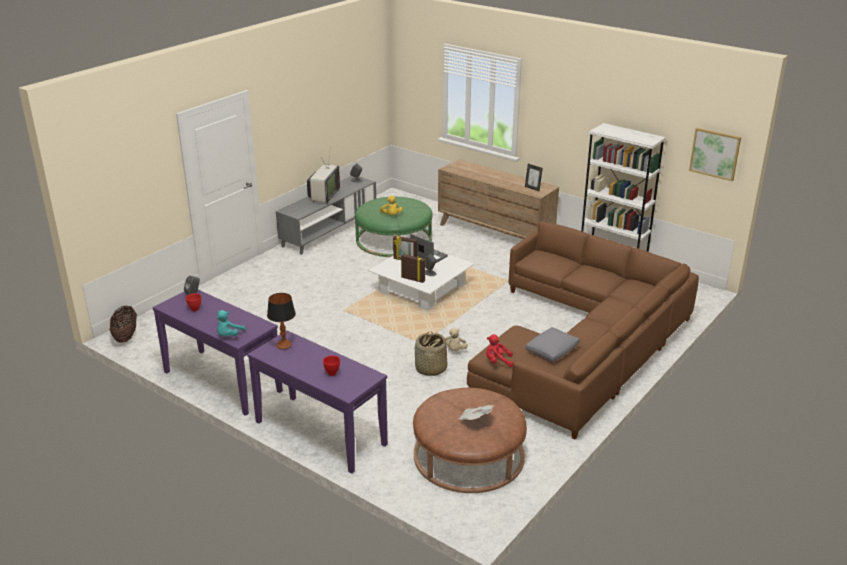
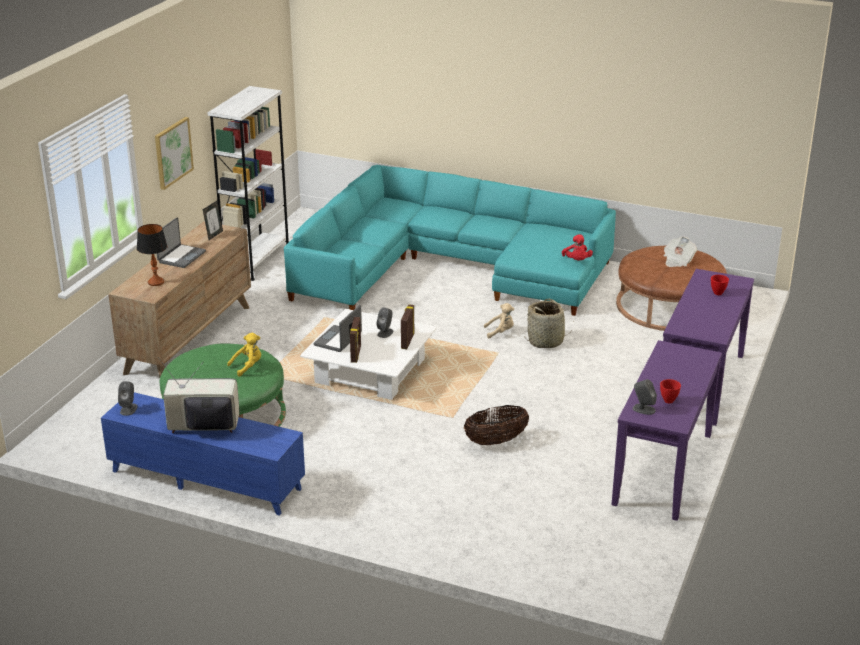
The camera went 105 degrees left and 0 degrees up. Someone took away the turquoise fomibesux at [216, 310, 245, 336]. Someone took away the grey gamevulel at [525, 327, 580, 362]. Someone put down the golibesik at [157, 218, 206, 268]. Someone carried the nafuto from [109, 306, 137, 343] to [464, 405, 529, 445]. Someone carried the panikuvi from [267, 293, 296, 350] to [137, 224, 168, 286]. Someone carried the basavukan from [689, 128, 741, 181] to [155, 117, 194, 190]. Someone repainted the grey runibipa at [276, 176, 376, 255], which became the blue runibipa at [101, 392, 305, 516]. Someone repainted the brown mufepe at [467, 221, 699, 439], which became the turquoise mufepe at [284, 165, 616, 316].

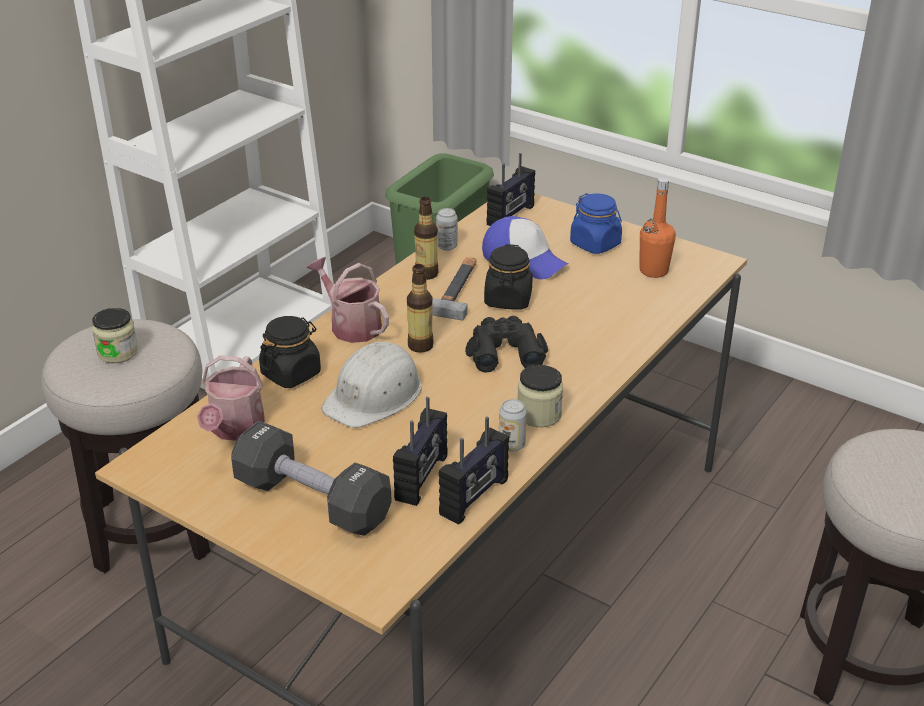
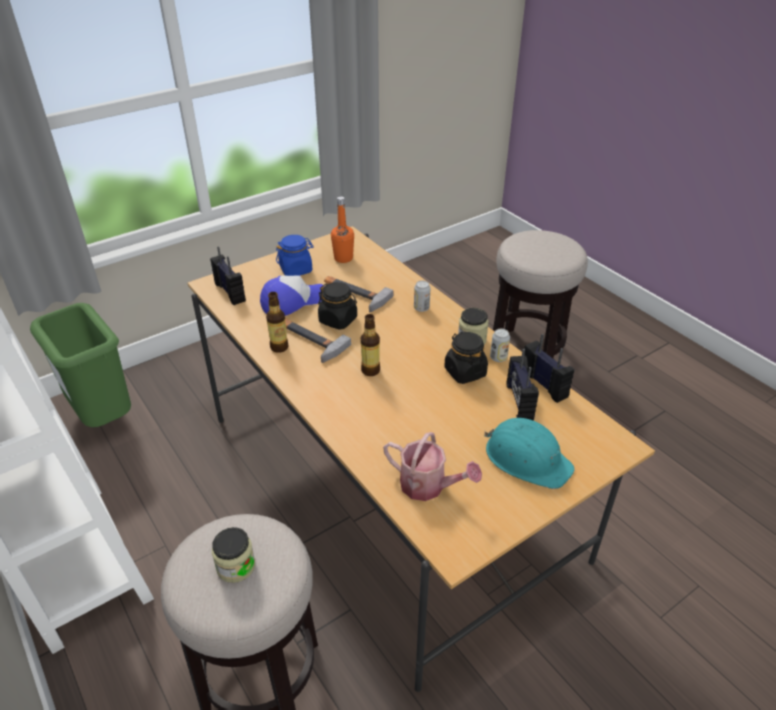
The camera went 70 degrees left and 5 degrees up. Someone took away the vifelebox at [307, 257, 389, 343]. Someone took away the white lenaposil at [322, 342, 422, 428]. Someone took away the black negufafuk at [465, 316, 548, 373]. Someone put down the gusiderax at [324, 276, 393, 312]. Someone carried the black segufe from [259, 316, 321, 388] to [444, 332, 488, 384]. Someone carried the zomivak from [436, 208, 458, 251] to [414, 280, 430, 312]. Someone swapped the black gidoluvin at [231, 421, 392, 536] for the turquoise lenaposil at [484, 418, 575, 489]. Someone rotated the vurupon at [393, 397, 448, 506] by 135 degrees counterclockwise.

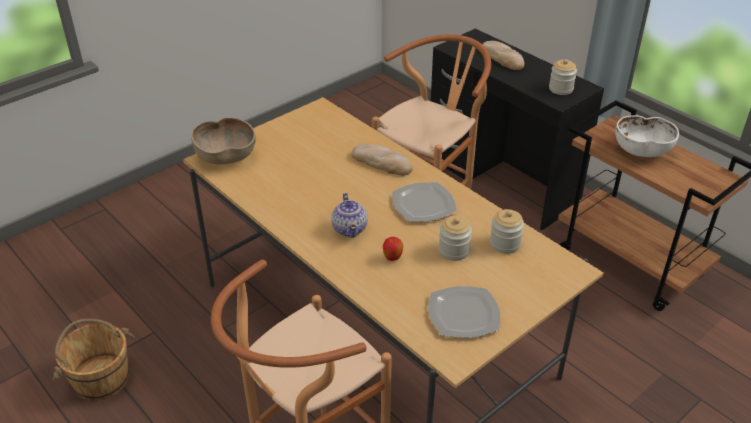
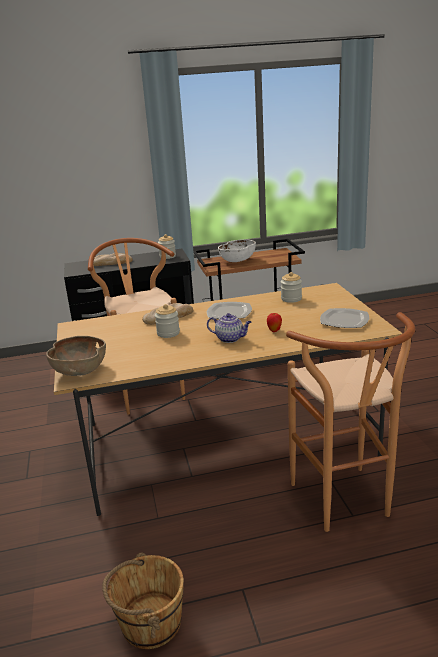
The camera went 60 degrees left and 15 degrees down. Someone carried the segufe from [439, 216, 472, 261] to [155, 304, 180, 338].

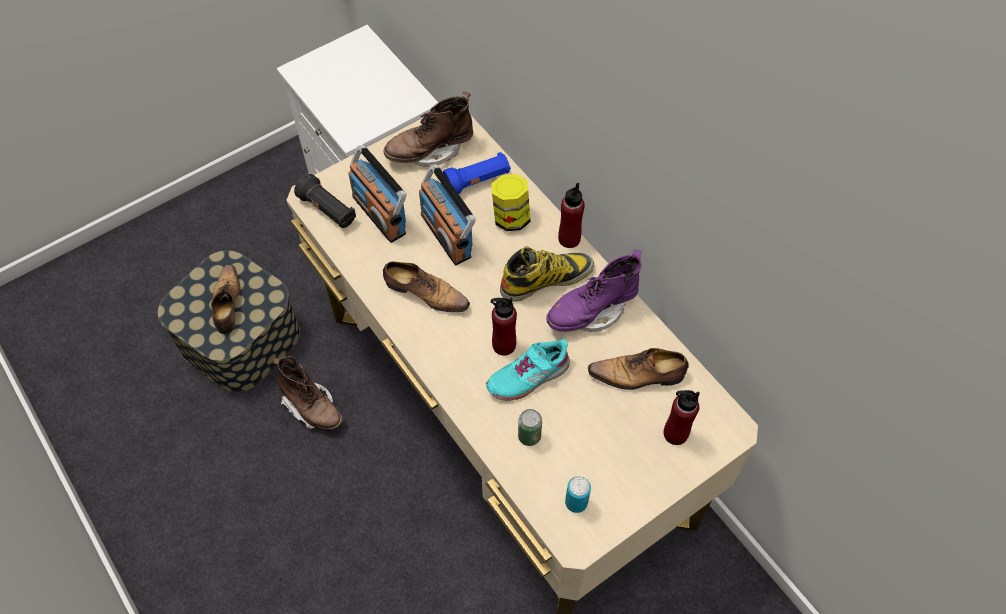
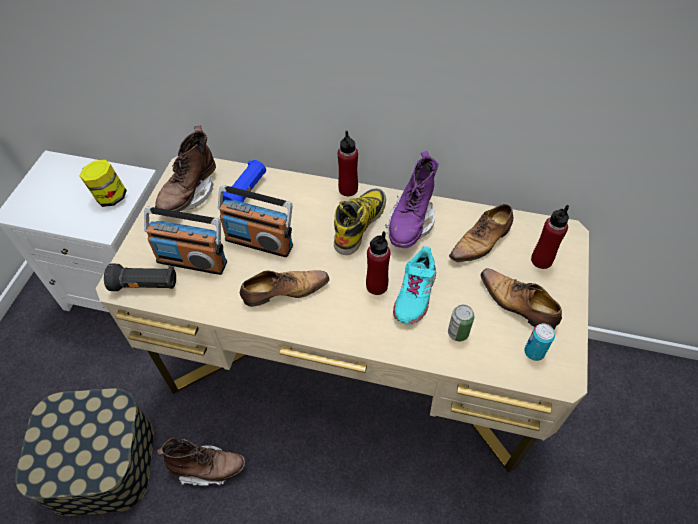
The camera went 40 degrees left and 5 degrees down. Someone carried the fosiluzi from [211, 264, 240, 334] to [481, 268, 562, 329]. Someone carried the segufe from [491, 174, 531, 231] to [80, 160, 127, 207].

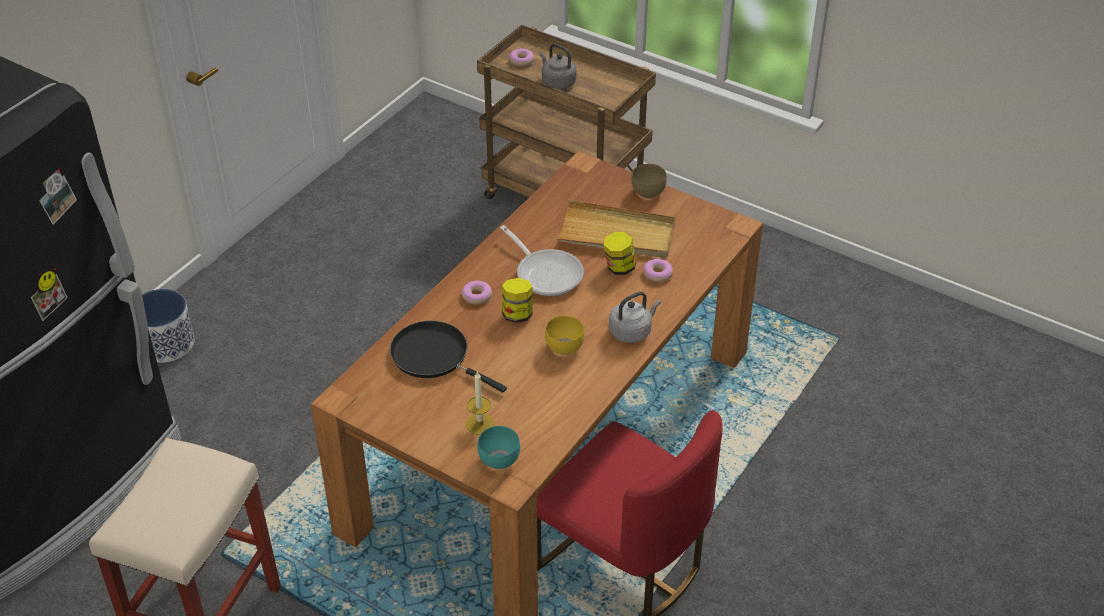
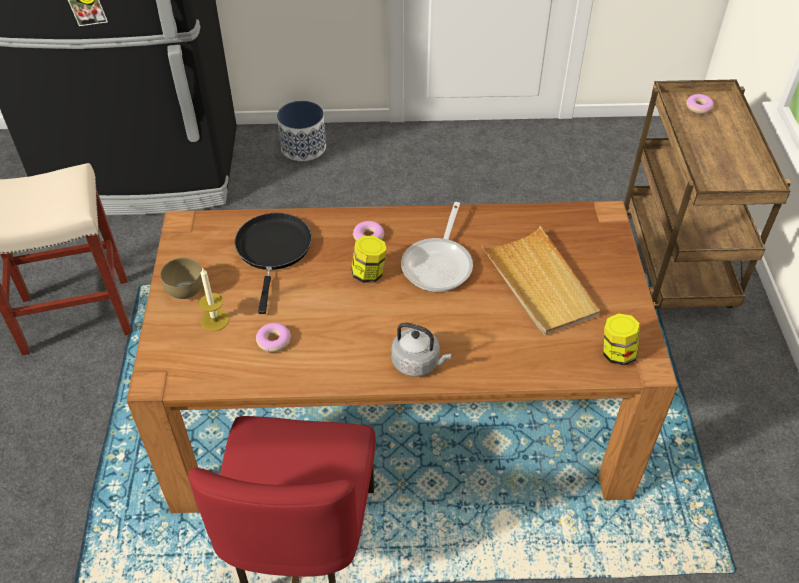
The camera went 55 degrees right and 5 degrees up. Someone took away the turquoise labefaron at [477, 426, 520, 469]. Someone took away the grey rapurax at [539, 44, 577, 89]. Someone took away the yellow labefaron at [545, 315, 585, 355]. Someone carried the segufe from [604, 232, 636, 275] to [604, 313, 640, 365]. Someone carried the brown labefaron from [631, 164, 667, 198] to [160, 258, 203, 299]. Someone carried the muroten from [643, 259, 673, 282] to [256, 323, 291, 352].

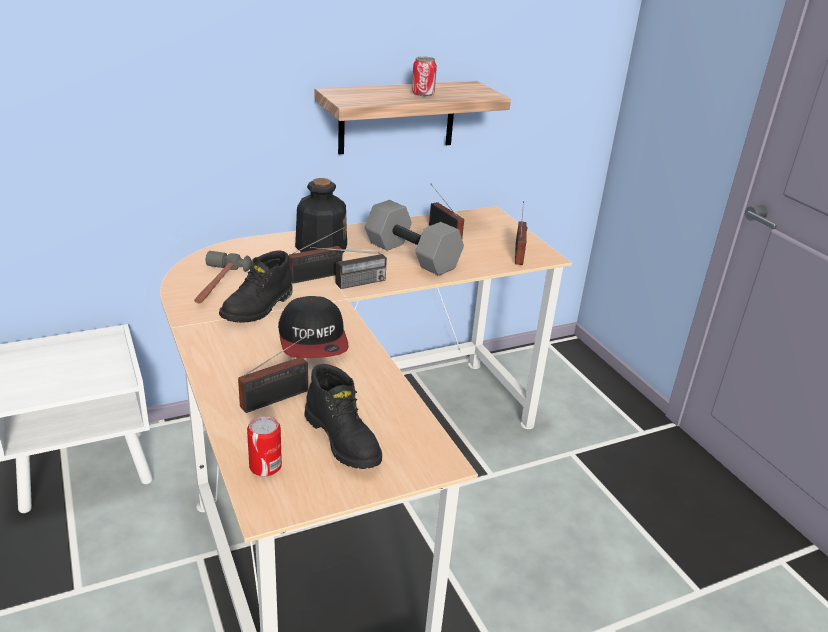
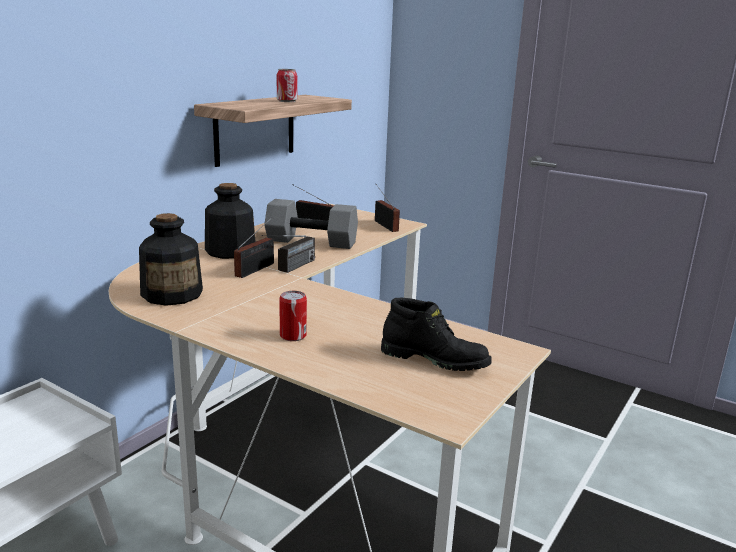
The camera went 30 degrees left and 10 degrees down. Someone took away the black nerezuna at [219, 250, 293, 323]. Someone took away the vurupon at [238, 333, 311, 413]. Someone took away the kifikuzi at [278, 296, 349, 358]. Someone carried the zomivak from [247, 416, 282, 477] to [279, 291, 307, 341]. Someone swapped the gusiderax at [194, 251, 252, 303] for the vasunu at [139, 213, 203, 306].

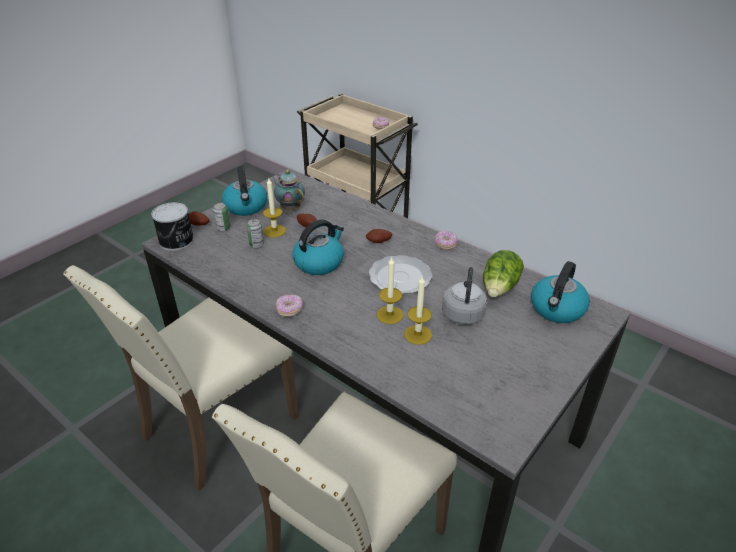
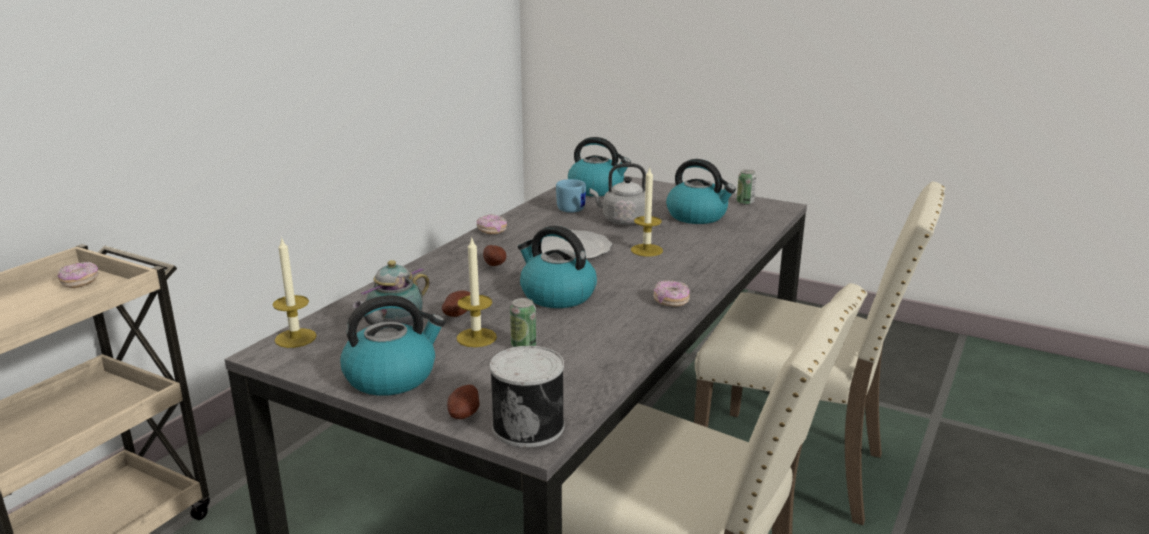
The camera went 100 degrees left and 15 degrees down. Someone put down the rapurax at [666, 159, 736, 224]. Someone carried the zomivak from [213, 203, 230, 231] to [737, 169, 756, 205]. Someone carried the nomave from [404, 276, 432, 345] to [273, 237, 317, 348]. Someone swapped the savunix at [483, 250, 524, 297] for the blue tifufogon at [556, 179, 586, 213].

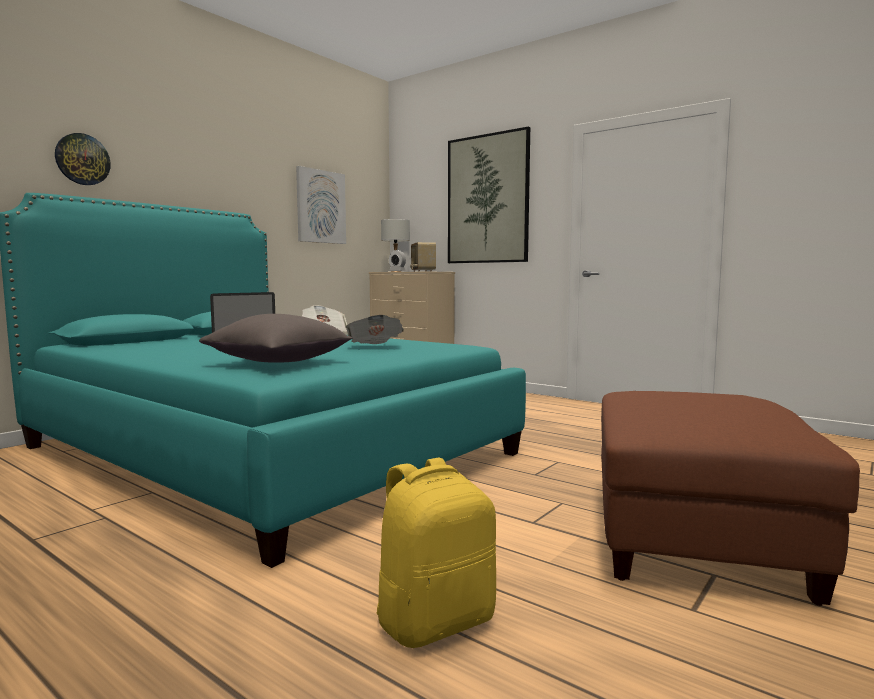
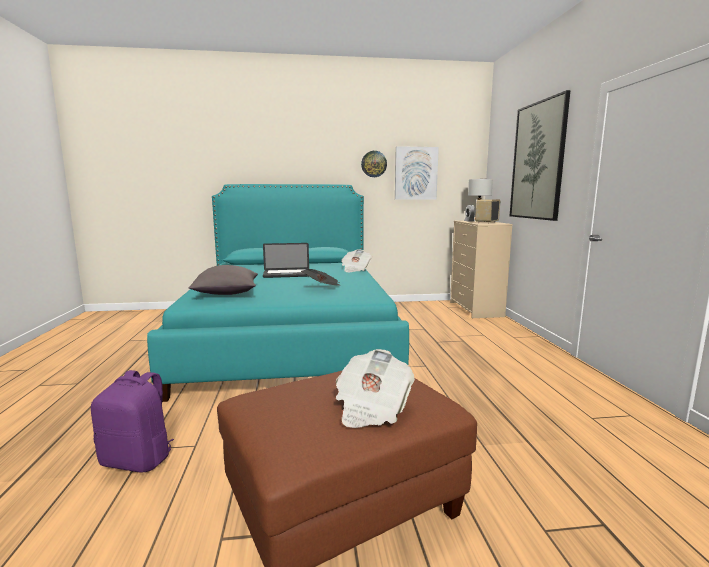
The camera went 45 degrees right and 5 degrees up. Someone put down the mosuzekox at [335, 349, 415, 428]. Someone carried the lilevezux from [55, 133, 111, 185] to [361, 151, 387, 177]. Someone repainted the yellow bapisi at [377, 457, 496, 648], which became the purple bapisi at [91, 370, 174, 473].

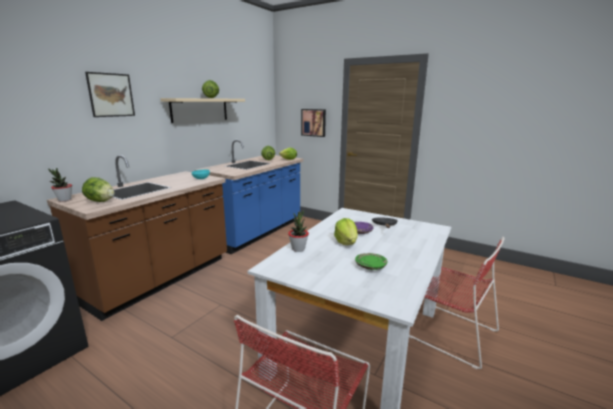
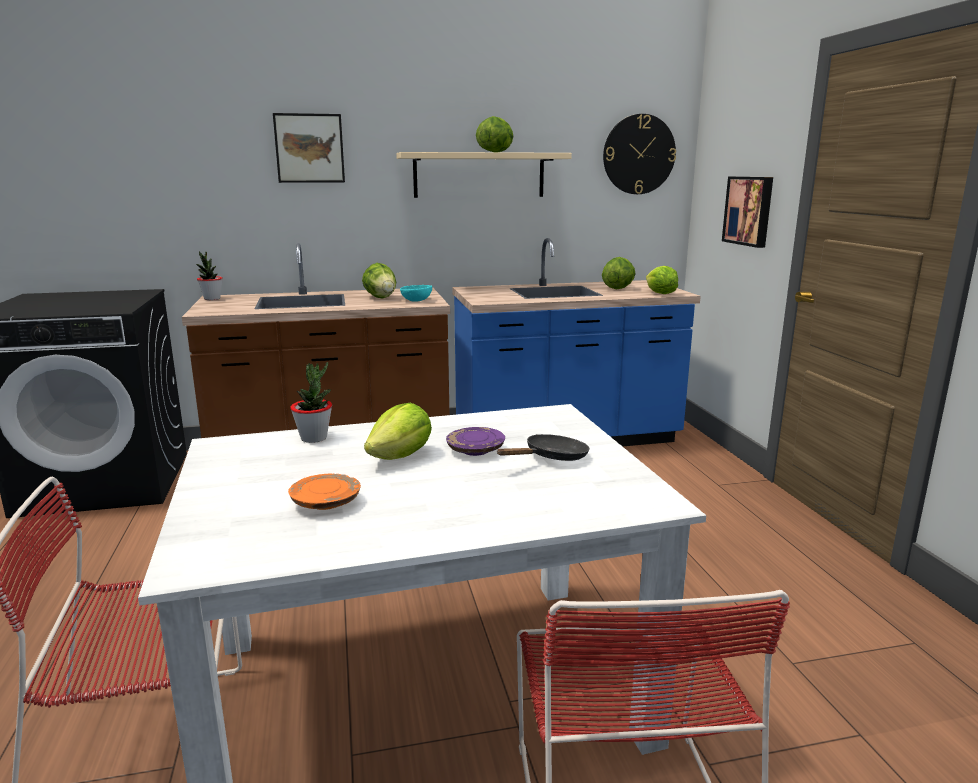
The camera went 45 degrees right and 0 degrees up. Someone put up the lilevezux at [603, 114, 676, 194]. Someone carried the savunix from [82, 177, 115, 202] to [362, 263, 396, 299]. Someone repainted the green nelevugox at [355, 253, 388, 270], which became the orange nelevugox at [288, 474, 361, 510].

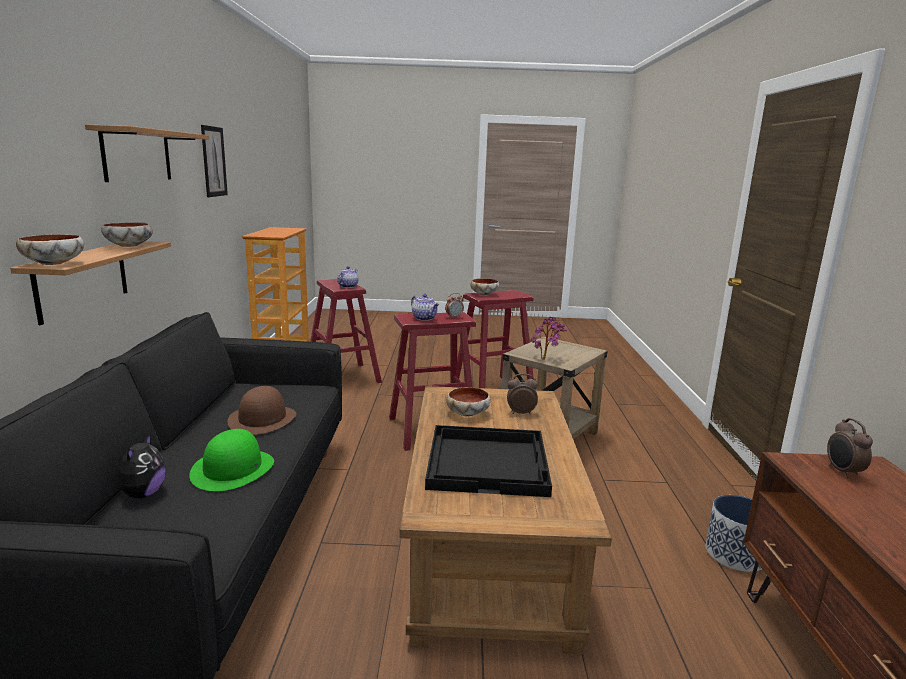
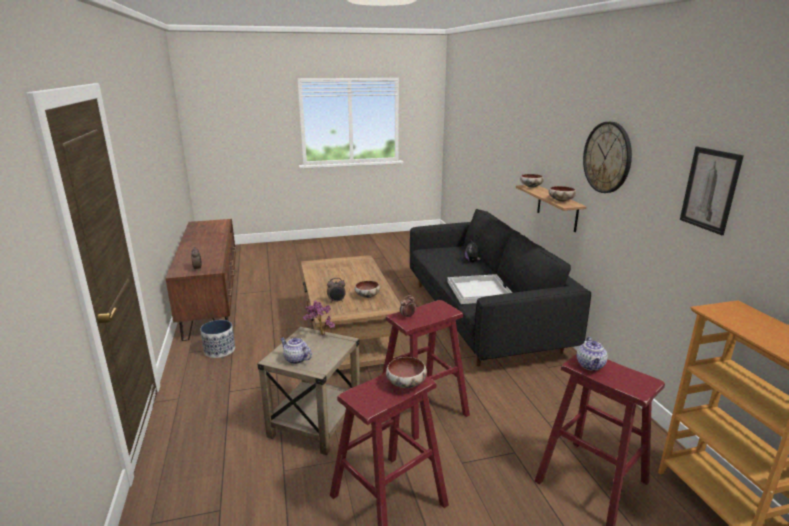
The camera went 165 degrees right and 5 degrees up. Someone took away the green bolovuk at [189, 429, 274, 491]. Someone took away the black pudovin at [425, 425, 552, 497]. Someone carried the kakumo from [411, 294, 439, 321] to [280, 337, 312, 364]. Someone swapped the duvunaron at [85, 124, 209, 182] for the lilevezux at [583, 122, 632, 193]. Someone swapped the brown bolovuk at [227, 386, 296, 435] for the white pudovin at [447, 274, 512, 304].

